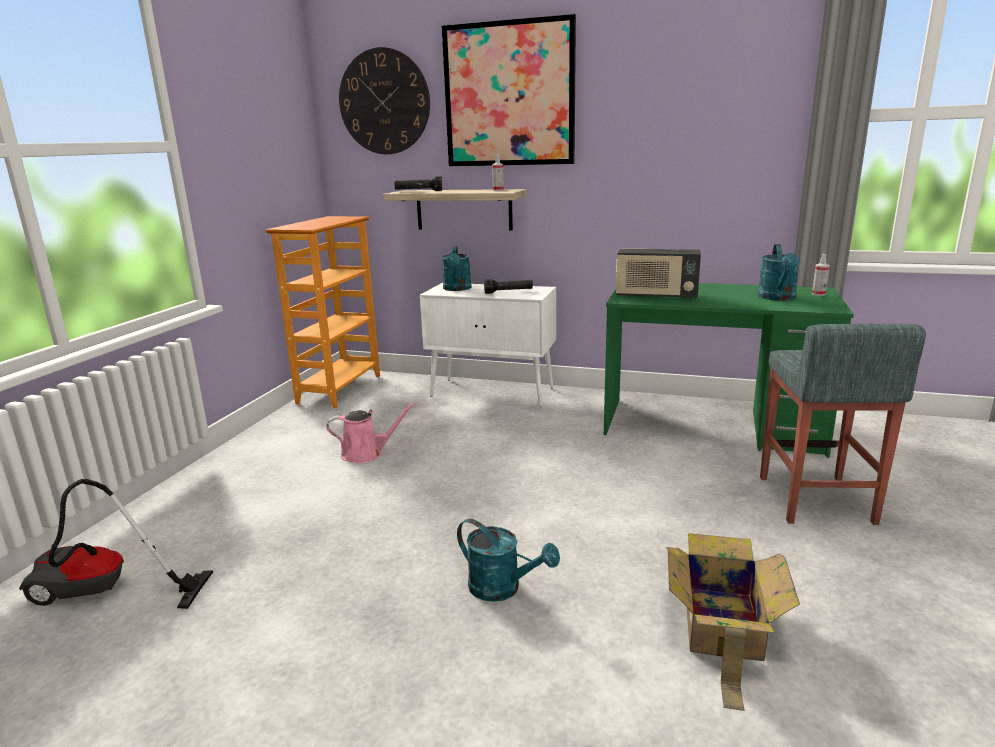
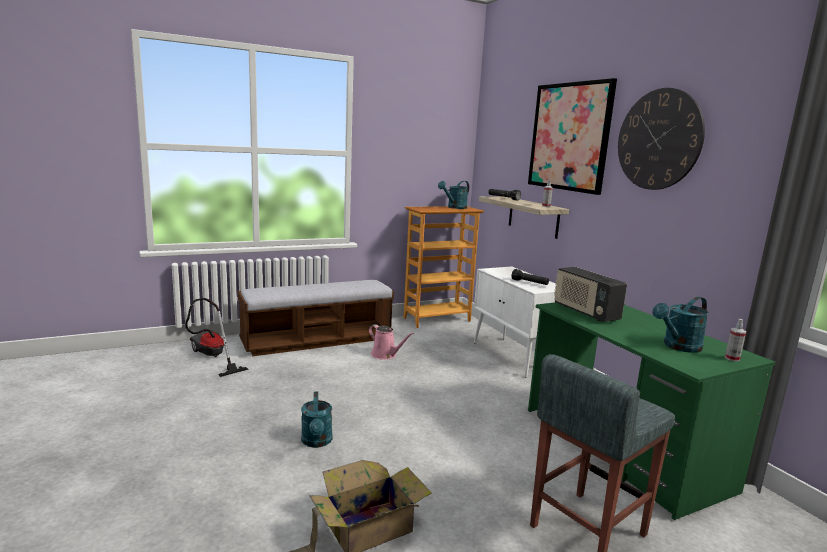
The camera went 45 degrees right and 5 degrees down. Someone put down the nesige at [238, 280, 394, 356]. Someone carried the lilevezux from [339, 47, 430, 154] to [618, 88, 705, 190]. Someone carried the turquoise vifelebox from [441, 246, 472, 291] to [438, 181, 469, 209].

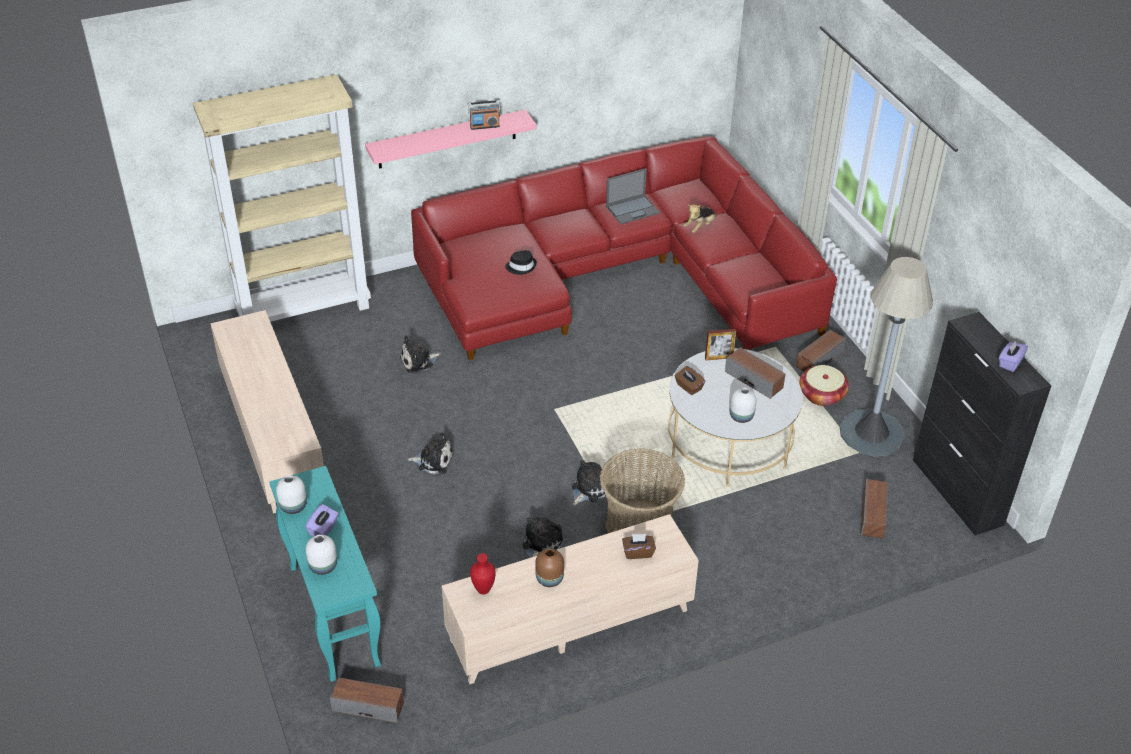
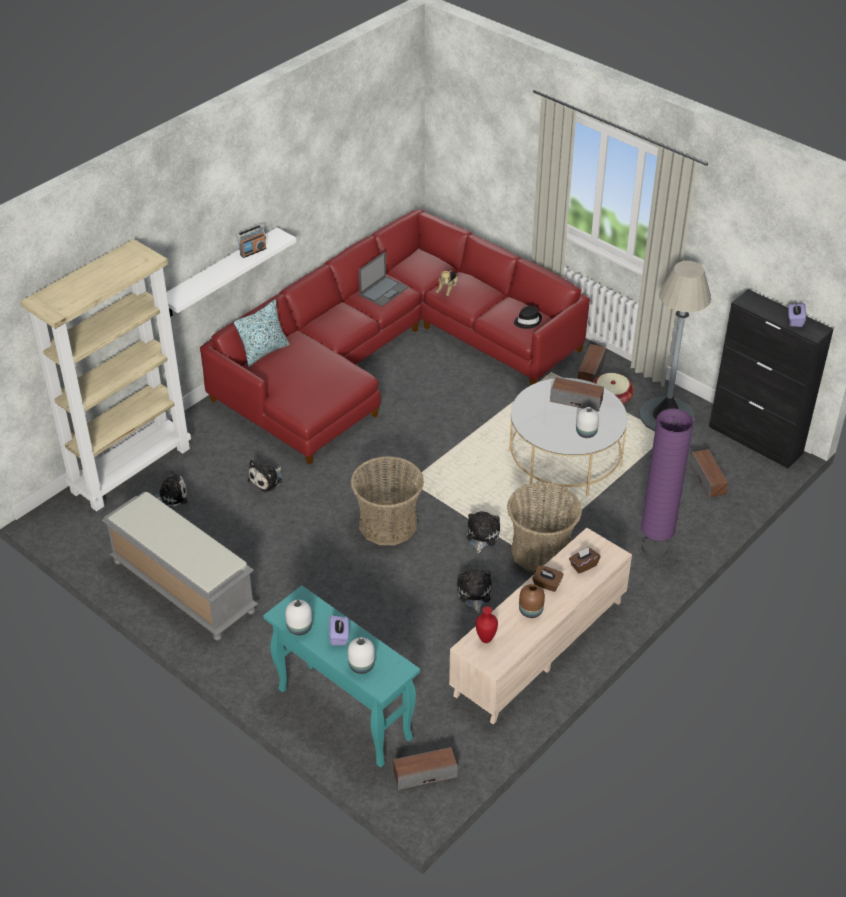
The camera went 25 degrees left and 0 degrees up. Someone took away the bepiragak at [705, 329, 736, 360]. Someone put down the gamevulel at [234, 299, 290, 367]. Someone put down the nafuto at [351, 456, 424, 545]. Someone put down the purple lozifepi at [641, 408, 694, 558]. Someone carried the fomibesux from [407, 432, 454, 474] to [155, 470, 188, 507]. Someone carried the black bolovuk from [505, 250, 537, 275] to [514, 305, 542, 329]. Someone carried the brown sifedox from [675, 366, 705, 395] to [532, 565, 564, 592]. Someone swapped the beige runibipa at [210, 310, 324, 514] for the grey nesige at [102, 491, 258, 641]. Someone repainted the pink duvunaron at [365, 110, 536, 169], which became the white duvunaron at [167, 227, 296, 317].

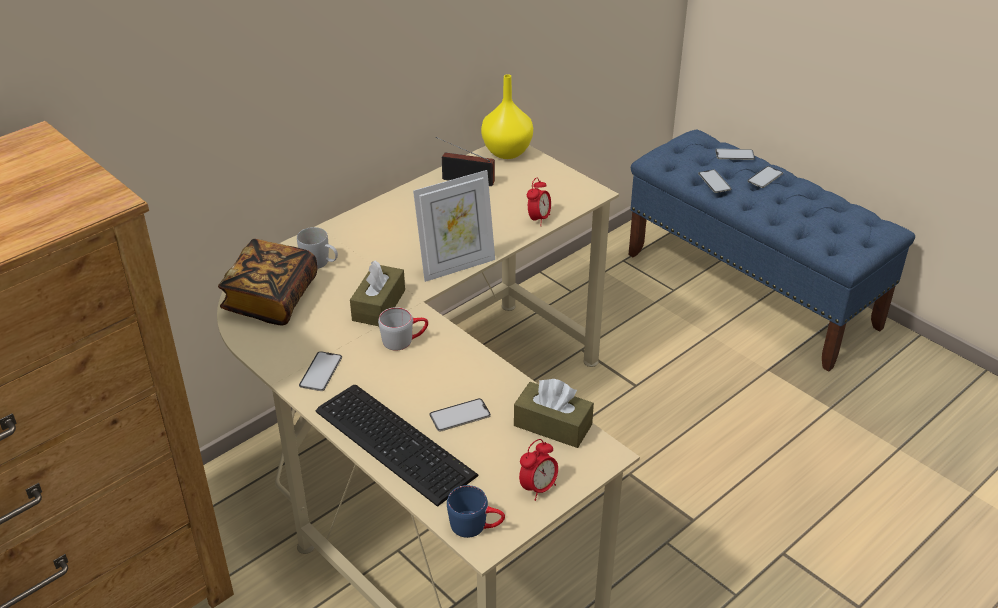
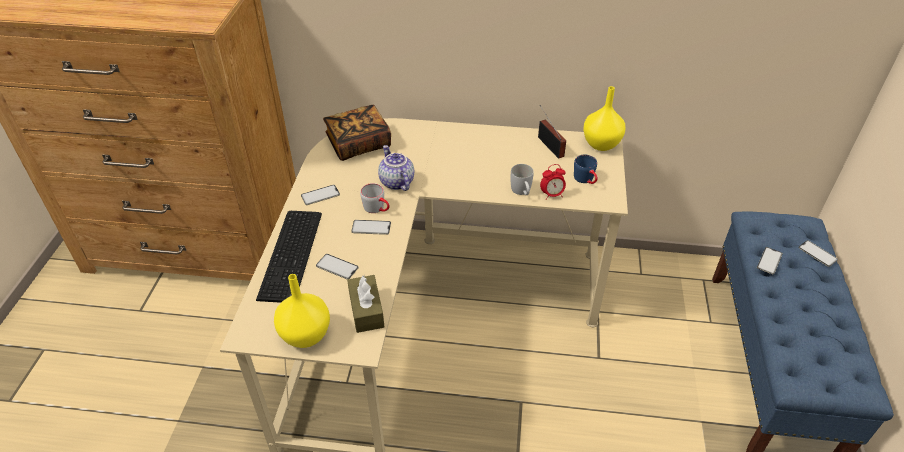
The camera went 50 degrees right and 5 degrees up. Someone took away the bepiragak at [413, 170, 495, 282]. Someone carried the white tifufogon from [297, 227, 338, 269] to [510, 164, 534, 195]. Someone carried the blue tifufogon from [447, 485, 505, 538] to [574, 155, 598, 184]. Someone carried the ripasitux from [747, 166, 783, 188] to [351, 220, 391, 235]. Someone swapped the brown sifedox at [350, 260, 405, 326] for the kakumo at [378, 145, 414, 191]. Someone swapped the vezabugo at [519, 439, 558, 501] for the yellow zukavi at [274, 274, 330, 348].

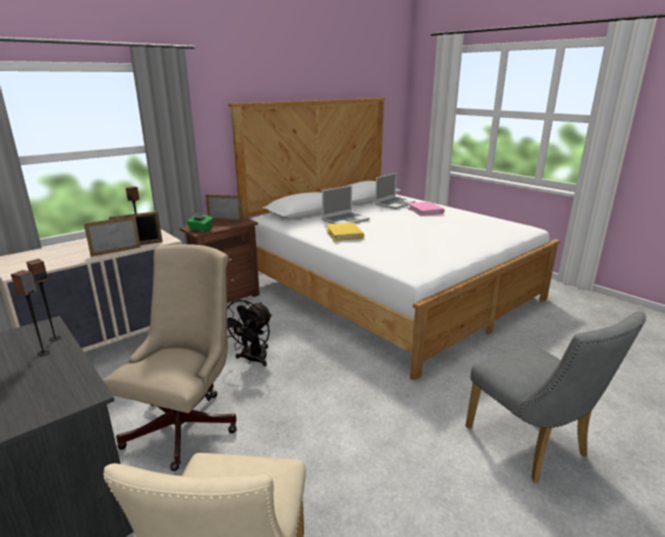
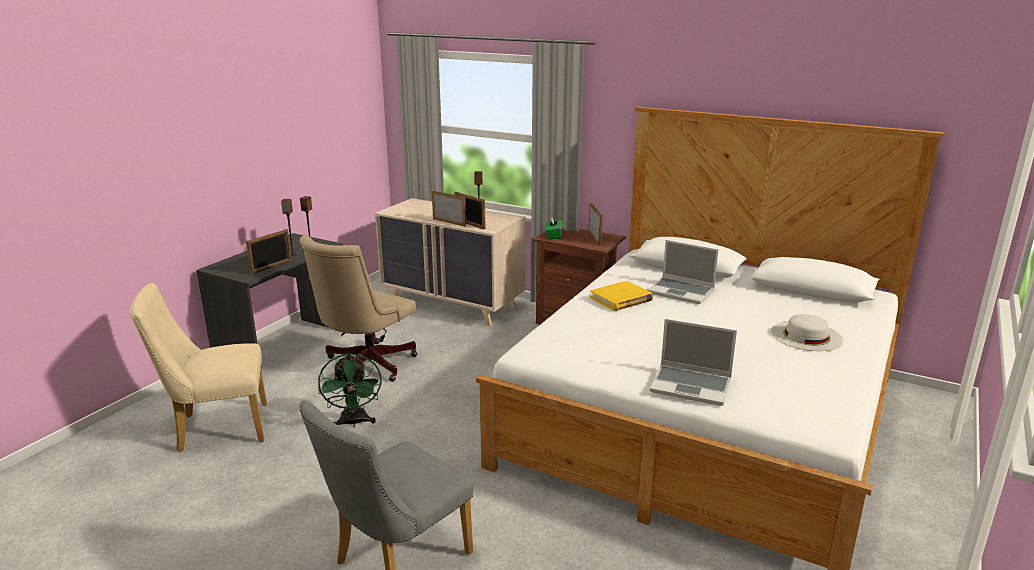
The camera went 70 degrees right and 0 degrees up. Someone took away the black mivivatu at [227, 300, 272, 366]. Someone put down the bepiragak at [246, 229, 292, 275]. Someone put down the green mivivatu at [318, 353, 382, 427]. Someone carried the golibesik from [375, 173, 415, 209] to [650, 319, 737, 406]. Someone swapped the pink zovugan at [407, 201, 445, 216] for the white bolovuk at [771, 314, 843, 351]. Someone rotated the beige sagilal at [103, 244, 237, 471] by 120 degrees clockwise.

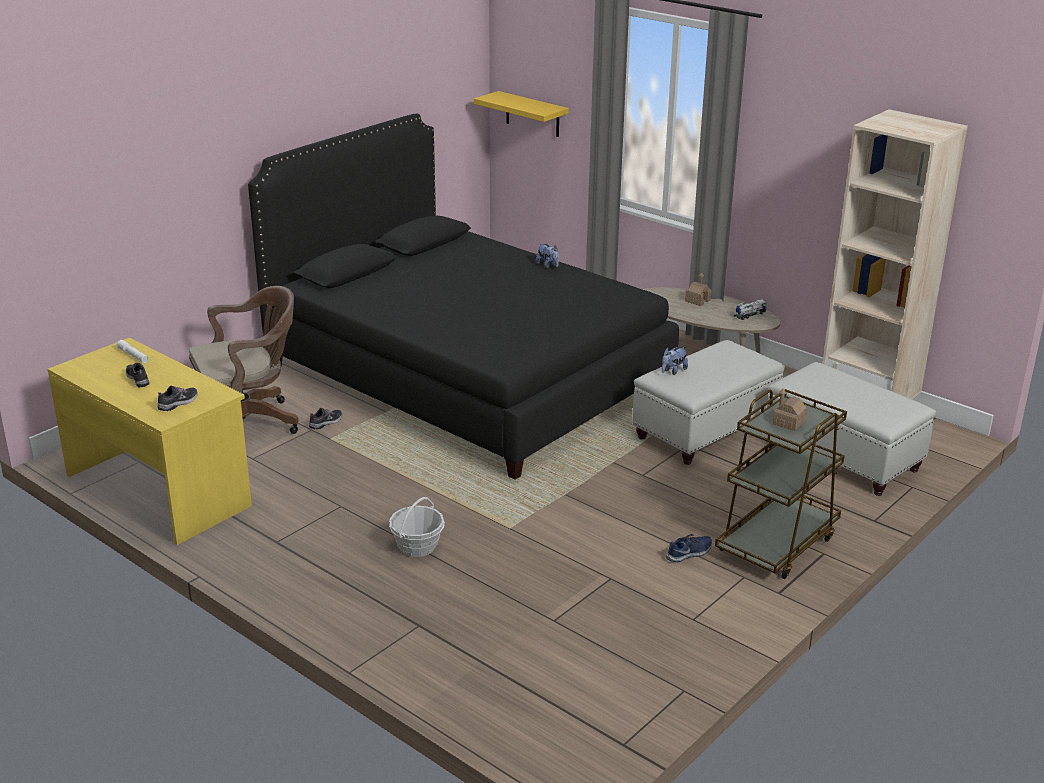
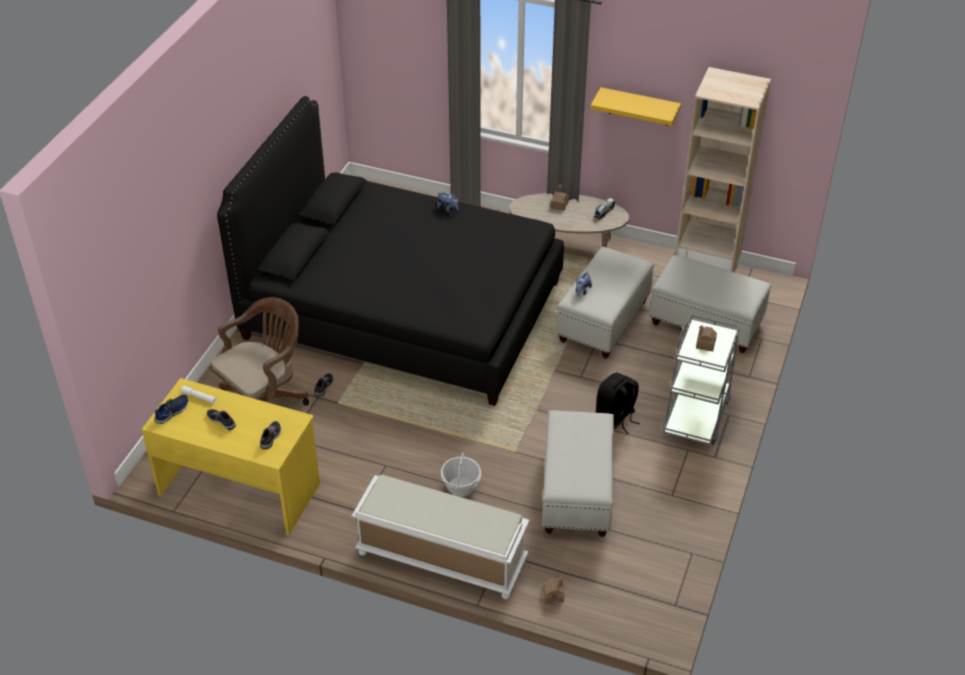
The camera went 20 degrees left and 15 degrees up. Someone put down the white nesige at [352, 475, 530, 599]. Someone put down the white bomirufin at [542, 410, 614, 537]. Someone put down the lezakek at [543, 576, 564, 604]. Someone put down the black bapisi at [596, 373, 640, 434]. Someone carried the yellow duvunaron from [474, 91, 569, 137] to [590, 87, 681, 126]. Someone carried the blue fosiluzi from [666, 534, 712, 562] to [154, 395, 188, 424]. Someone repainted the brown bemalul at [715, 389, 847, 579], which became the grey bemalul at [662, 314, 740, 445].

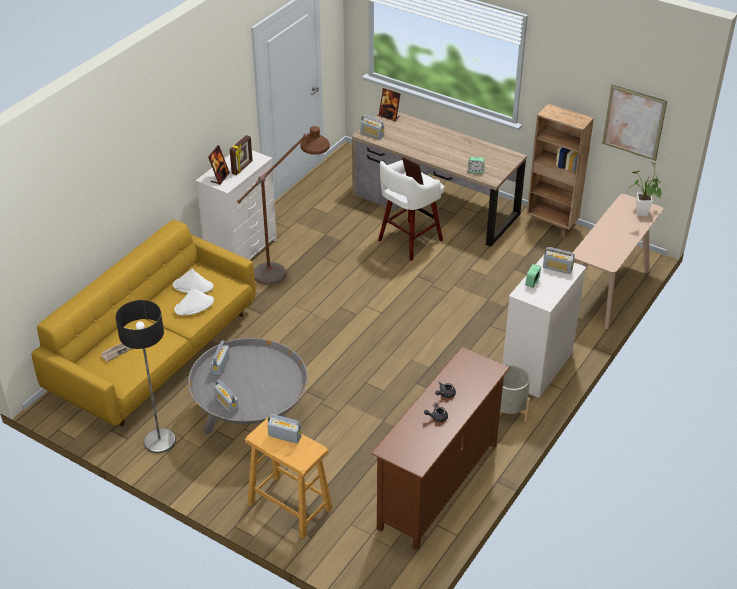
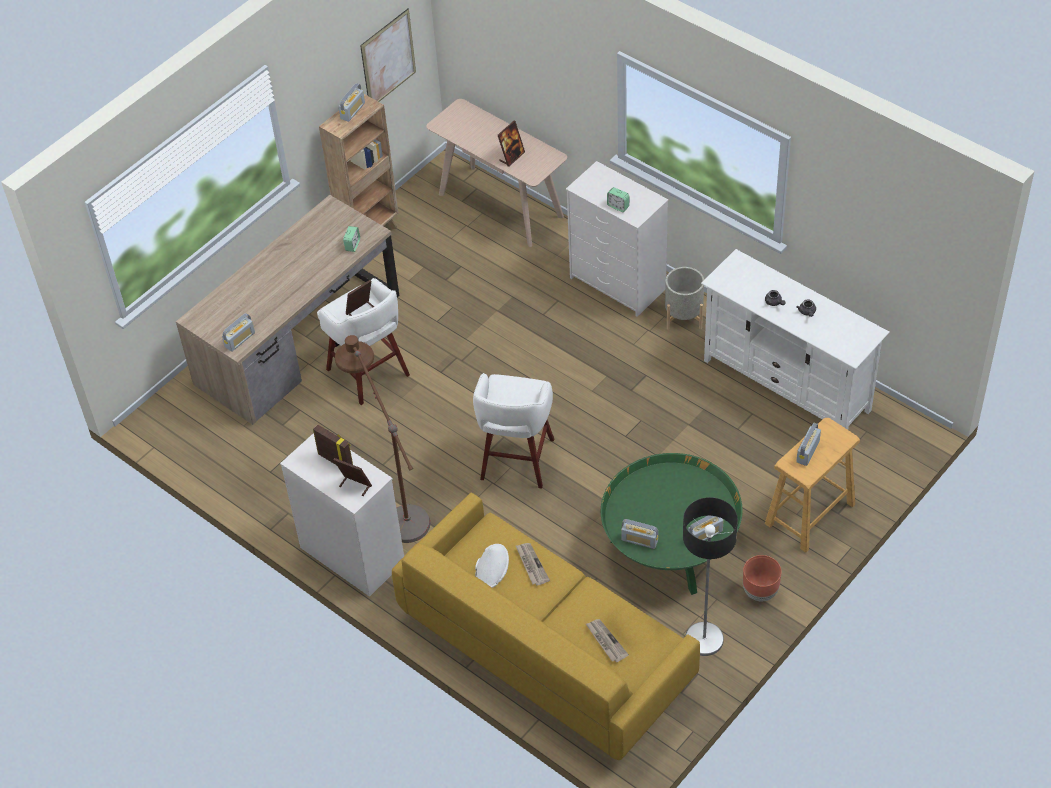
The camera went 80 degrees left and 10 degrees up. Someone took away the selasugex at [629, 162, 662, 216]. Someone put down the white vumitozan at [473, 373, 554, 489]. Someone put down the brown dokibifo at [743, 555, 781, 601]. Someone carried the bepiragak from [379, 88, 401, 122] to [498, 121, 525, 167]. Someone carried the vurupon from [543, 247, 575, 274] to [339, 83, 365, 122]. Someone swapped the white bolovuk at [174, 288, 214, 315] for the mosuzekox at [516, 543, 550, 586]. Someone repainted the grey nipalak at [188, 338, 308, 435], which became the green nipalak at [601, 453, 742, 595]. Someone repainted the brown runibipa at [371, 347, 510, 551], which became the white runibipa at [701, 249, 890, 430].

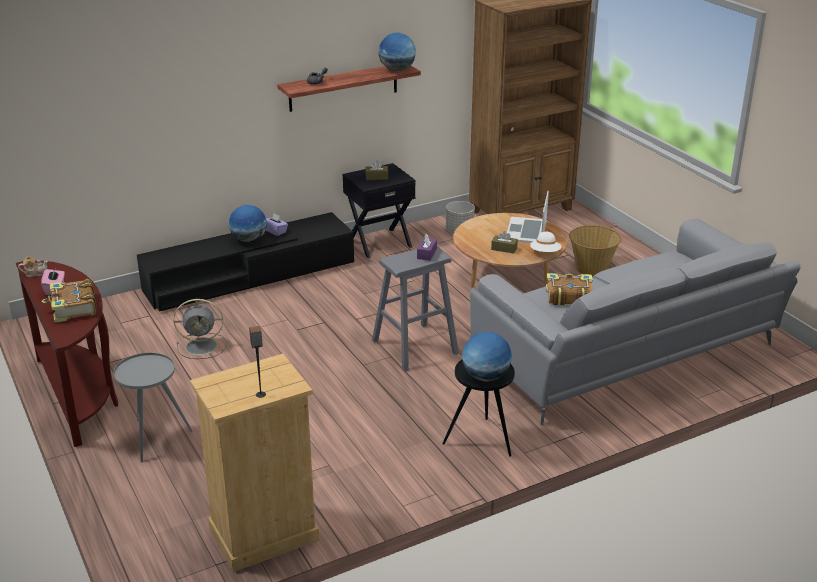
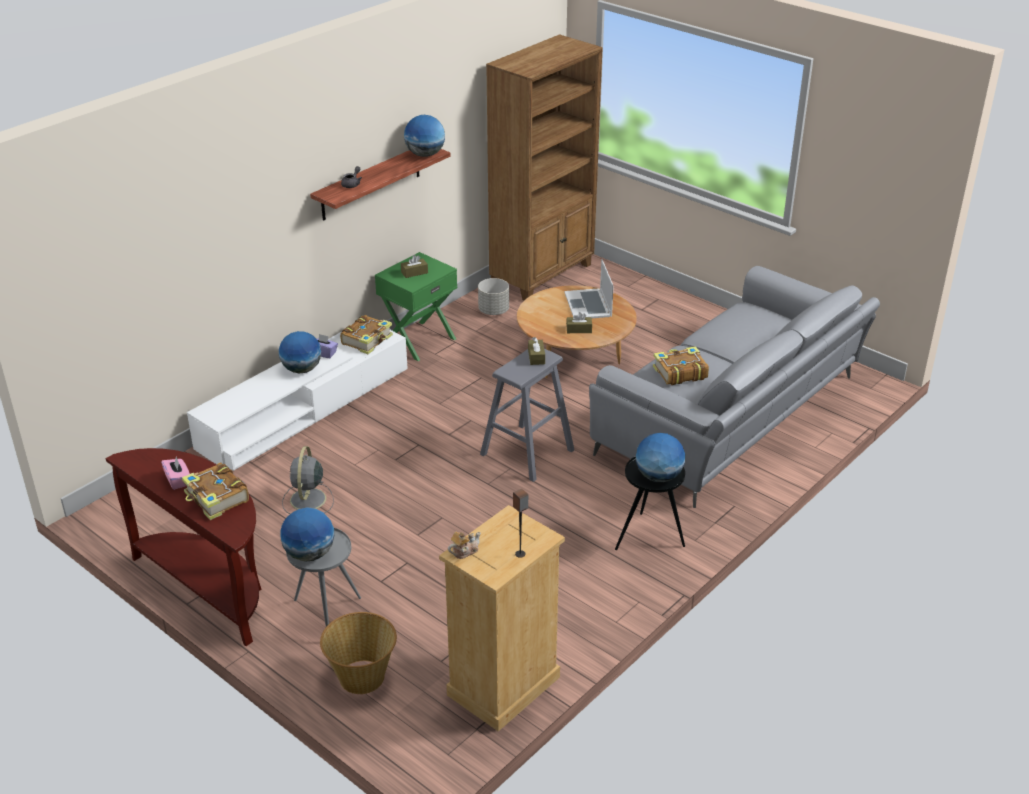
The camera went 20 degrees left and 5 degrees up. Someone took away the white bolovuk at [530, 232, 561, 252]. Someone put down the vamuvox at [280, 507, 334, 562]. Someone put down the zovugan at [340, 315, 393, 354]. Someone carried the kakumo from [18, 255, 48, 277] to [448, 532, 481, 559]. Someone carried the nafuto from [569, 225, 621, 277] to [320, 612, 397, 694]. Someone repainted the black runibipa at [137, 212, 354, 311], which became the white runibipa at [187, 330, 408, 471]. Someone repainted the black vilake at [343, 163, 416, 258], which became the green vilake at [375, 252, 457, 361]. Someone repainted the purple sifedox at [417, 234, 437, 261], which became the brown sifedox at [528, 337, 545, 365]. Someone rotated the grey mivivatu at [174, 299, 226, 359] by 120 degrees clockwise.

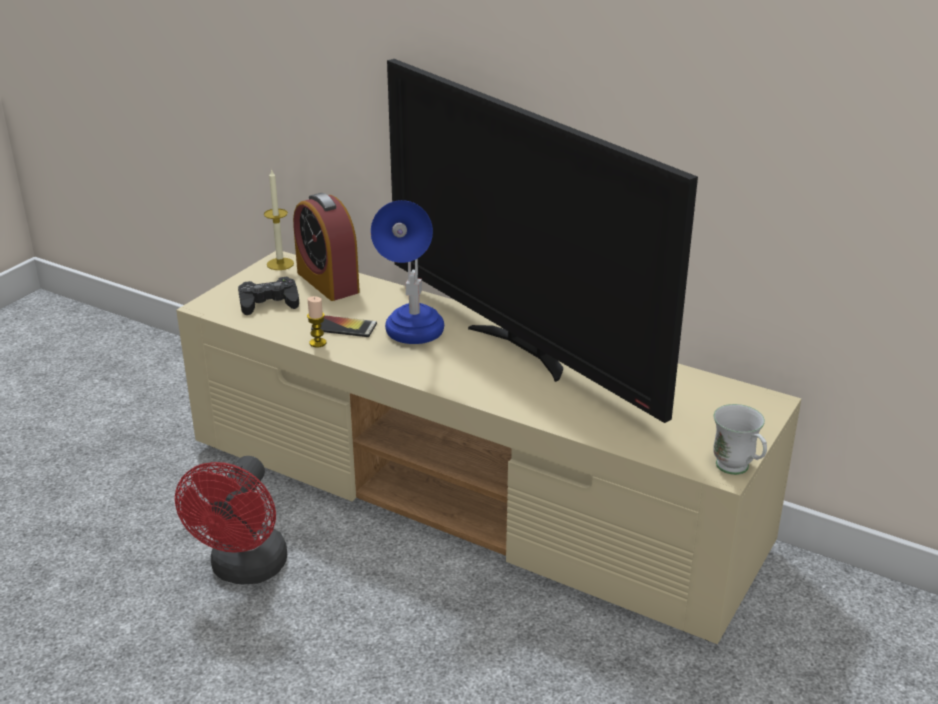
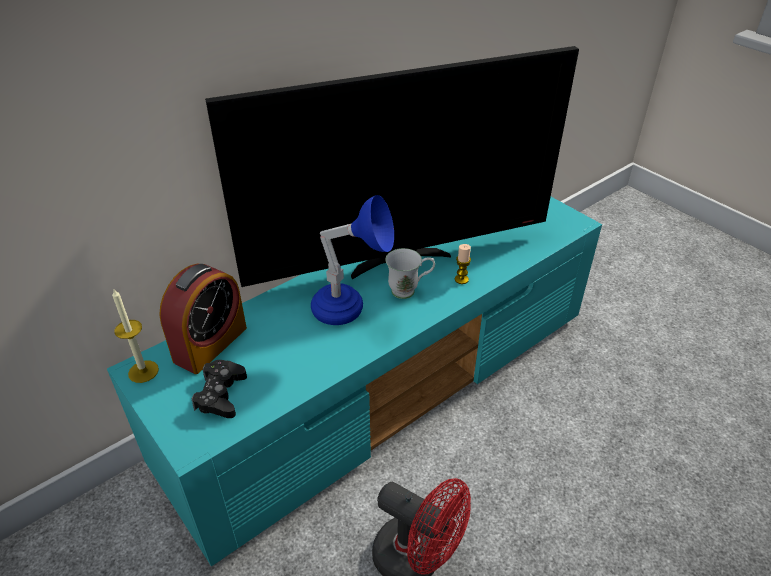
The camera went 70 degrees left and 10 degrees up. Someone took away the ripasitux at [311, 315, 377, 337]. Someone carried the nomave from [307, 296, 326, 348] to [455, 244, 471, 284]. Someone carried the white tifufogon from [713, 404, 767, 475] to [386, 248, 435, 299]. Someone repainted the beige runibipa at [176, 251, 801, 644], which became the turquoise runibipa at [107, 197, 602, 567]. Someone rotated the vezabugo at [293, 193, 360, 301] by 45 degrees counterclockwise.

